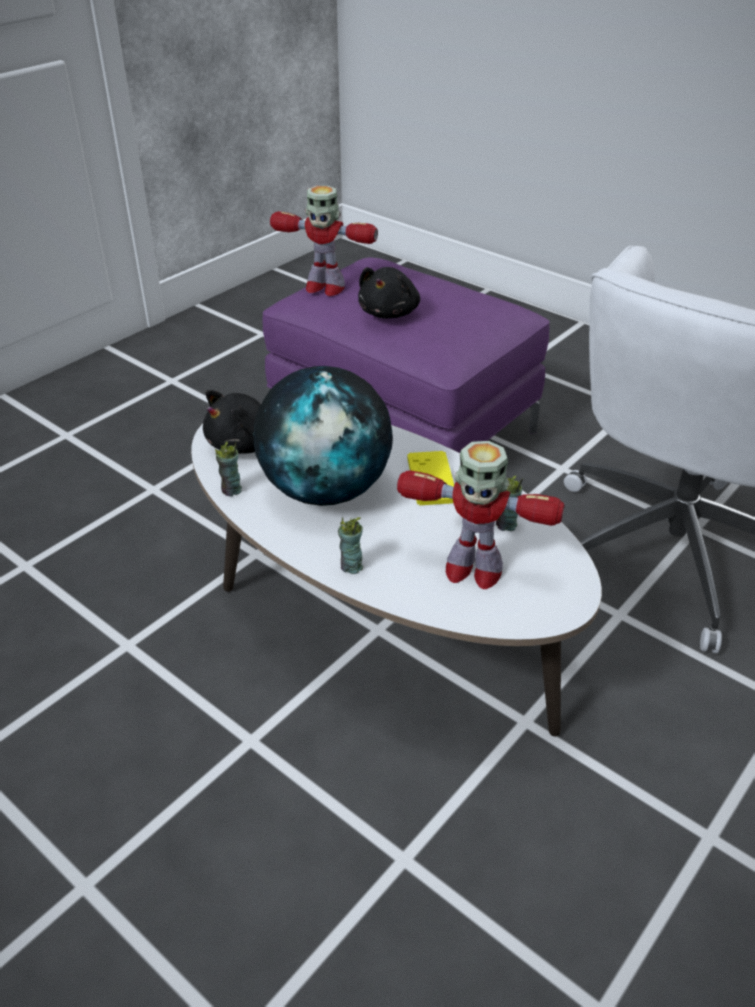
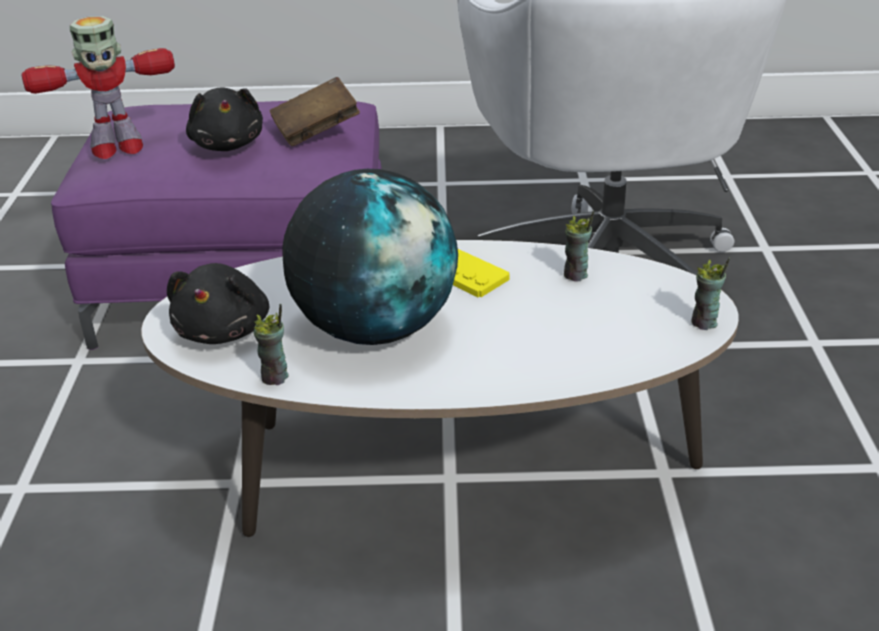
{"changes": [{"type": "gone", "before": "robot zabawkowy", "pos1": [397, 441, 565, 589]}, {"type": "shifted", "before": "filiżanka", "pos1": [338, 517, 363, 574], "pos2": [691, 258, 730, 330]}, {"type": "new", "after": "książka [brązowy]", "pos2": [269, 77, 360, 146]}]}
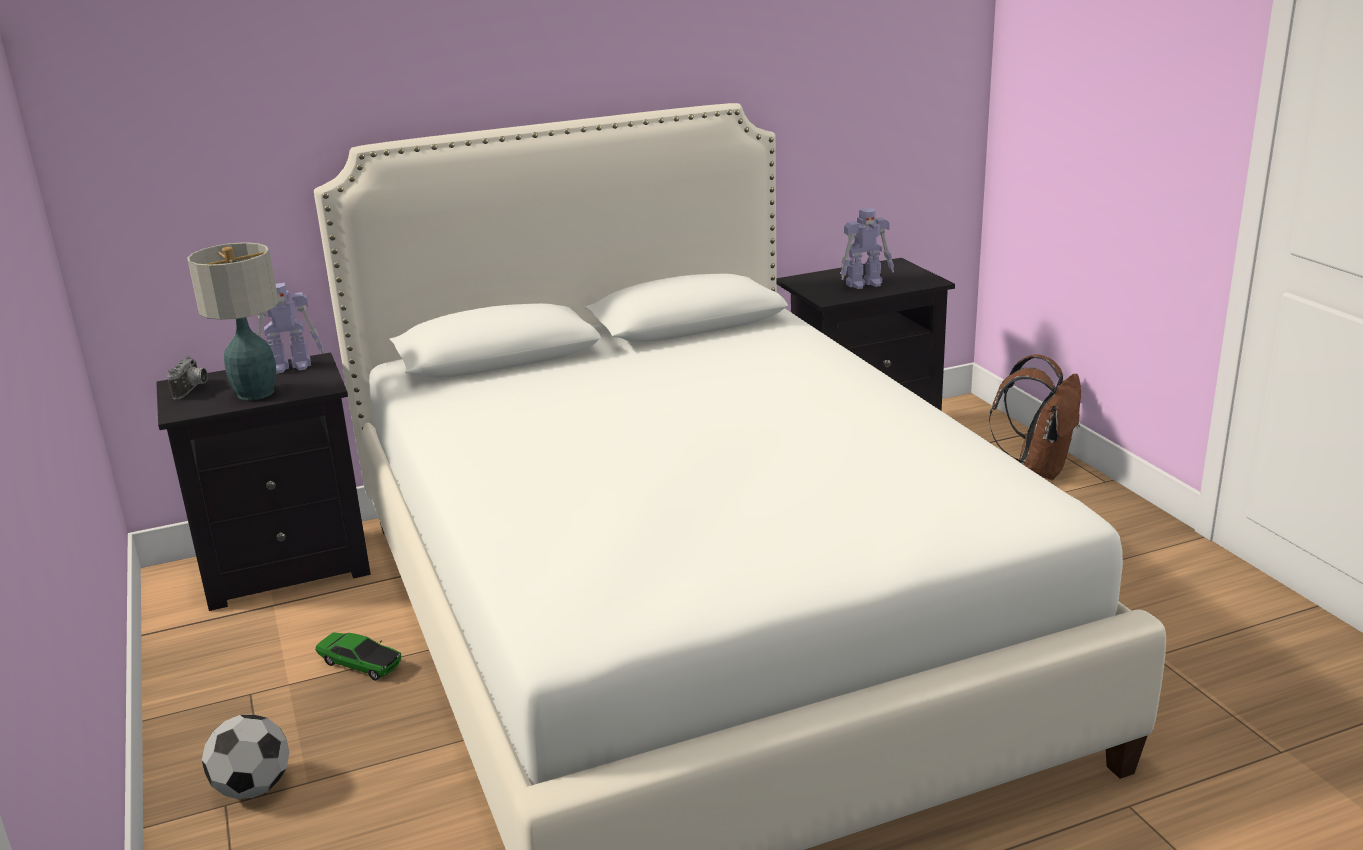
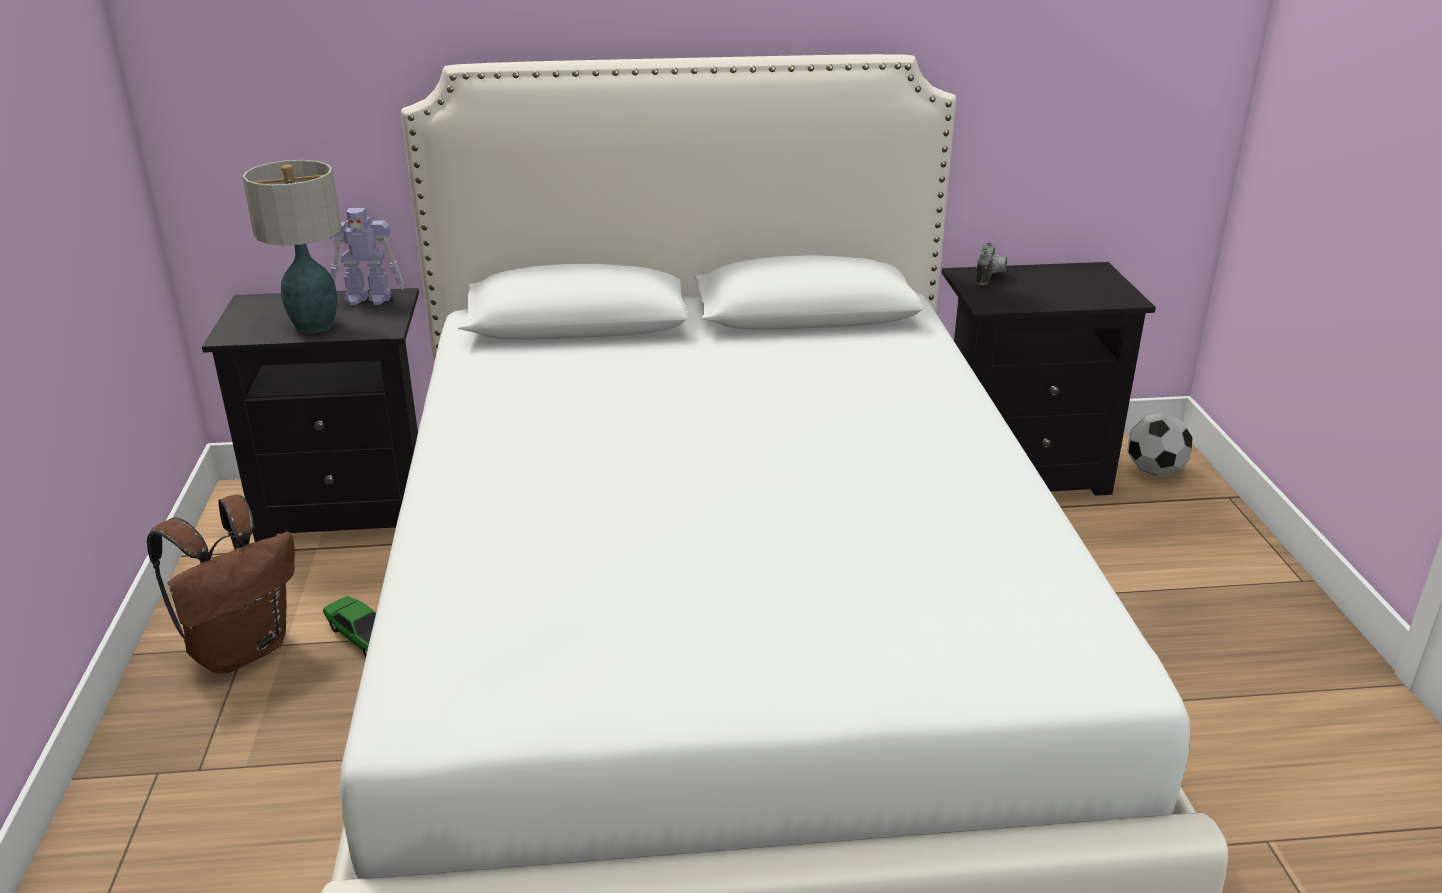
{"changes": [{"type": "gone", "before": "robot zabawkowy", "pos1": [841, 208, 894, 289]}, {"type": "shifted", "before": "plecak [brązowy]", "pos1": [989, 354, 1081, 480], "pos2": [147, 495, 295, 673]}, {"type": "shifted", "before": "aparat fotograficzny", "pos1": [167, 356, 208, 399], "pos2": [976, 243, 1007, 285]}, {"type": "shifted", "before": "piłka futbolowa", "pos1": [202, 715, 289, 799], "pos2": [1127, 413, 1193, 476]}]}
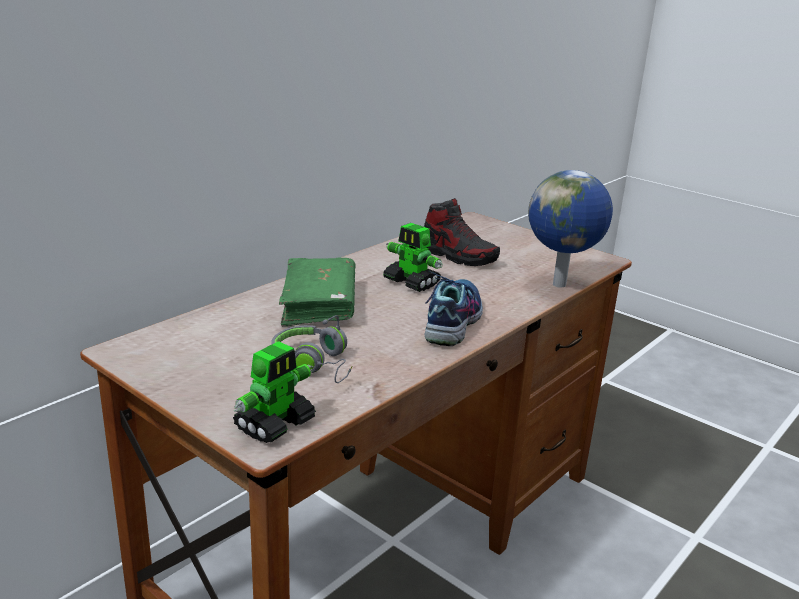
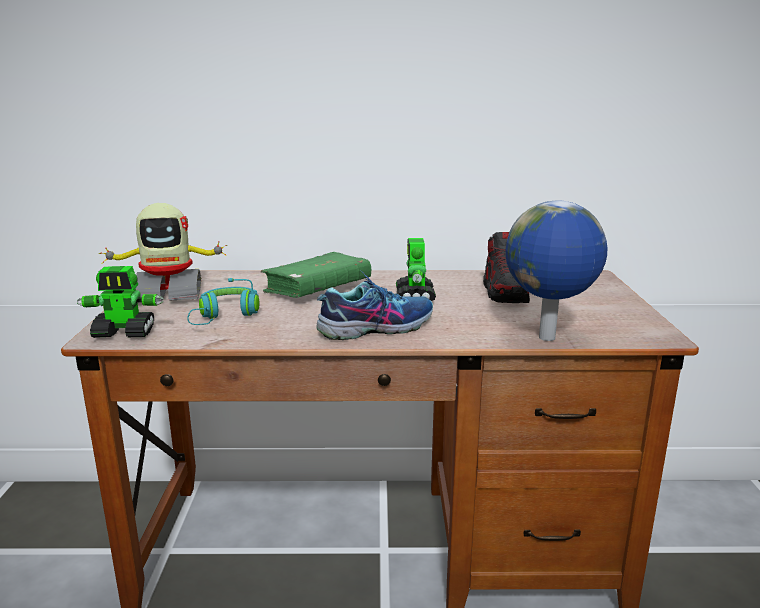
{"changes": [{"type": "repainted", "before": "słuchawki [szary]", "after": "słuchawki [turkusowy]", "pos1": [271, 315, 352, 383], "pos2": [187, 278, 259, 325]}, {"type": "new", "after": "robot zabawkowy", "pos2": [98, 203, 227, 303]}]}
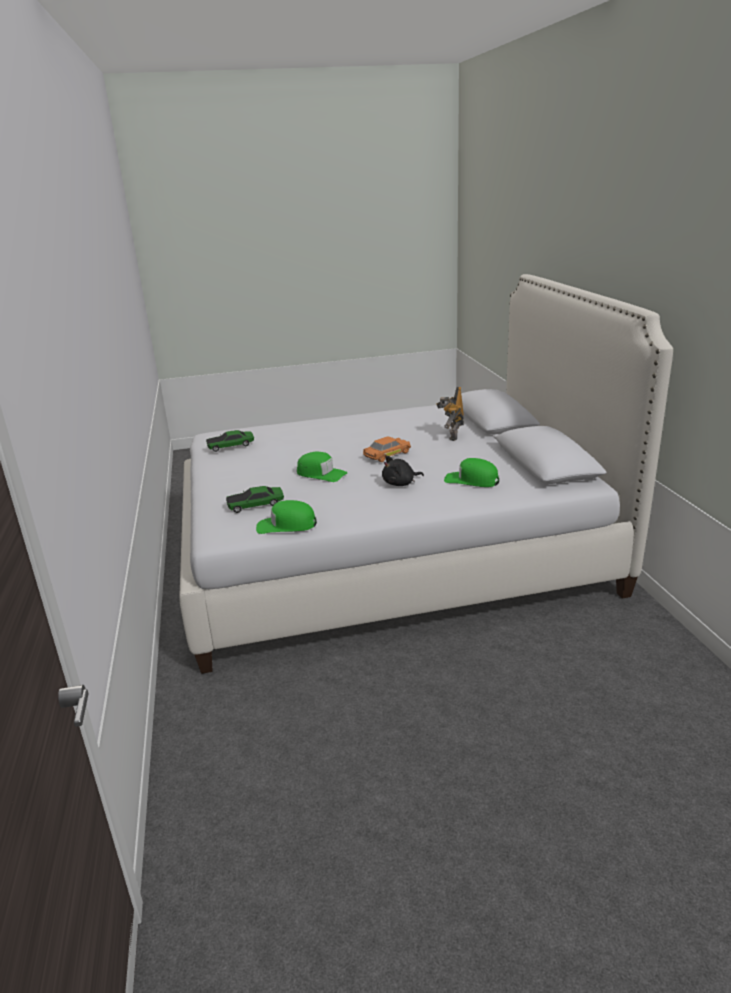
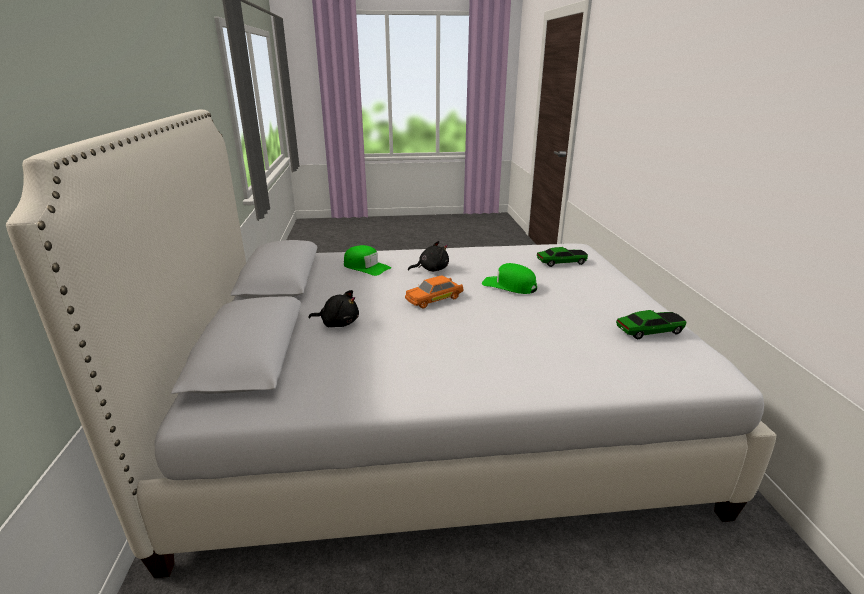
{"changes": [{"type": "swapped", "before": "robot zabawkowy", "after": "pluszak [czarny]", "pos1": [436, 387, 464, 441], "pos2": [309, 290, 359, 327]}, {"type": "gone", "before": "czapka z daszkiem [zielony]", "pos1": [256, 500, 317, 534]}]}
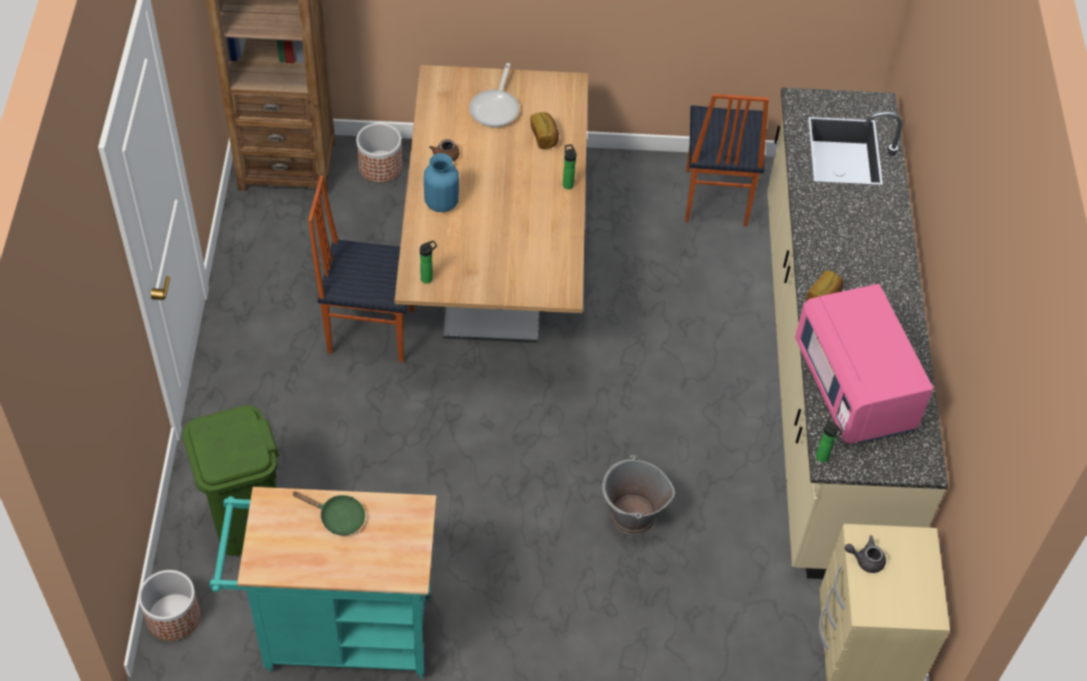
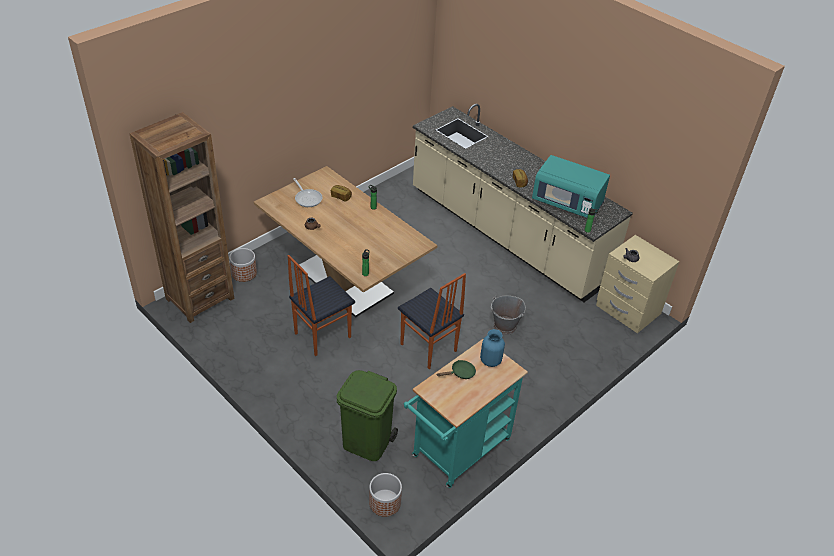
{"changes": [{"type": "shifted", "before": "krzesło", "pos1": [685, 94, 769, 227], "pos2": [398, 273, 466, 369]}, {"type": "shifted", "before": "wazon [niebieski]", "pos1": [424, 153, 459, 212], "pos2": [480, 329, 505, 367]}, {"type": "repainted", "before": "mikrofalówka [różowy]", "after": "mikrofalówka [turkusowy]", "pos1": [795, 284, 933, 444], "pos2": [532, 155, 610, 218]}]}
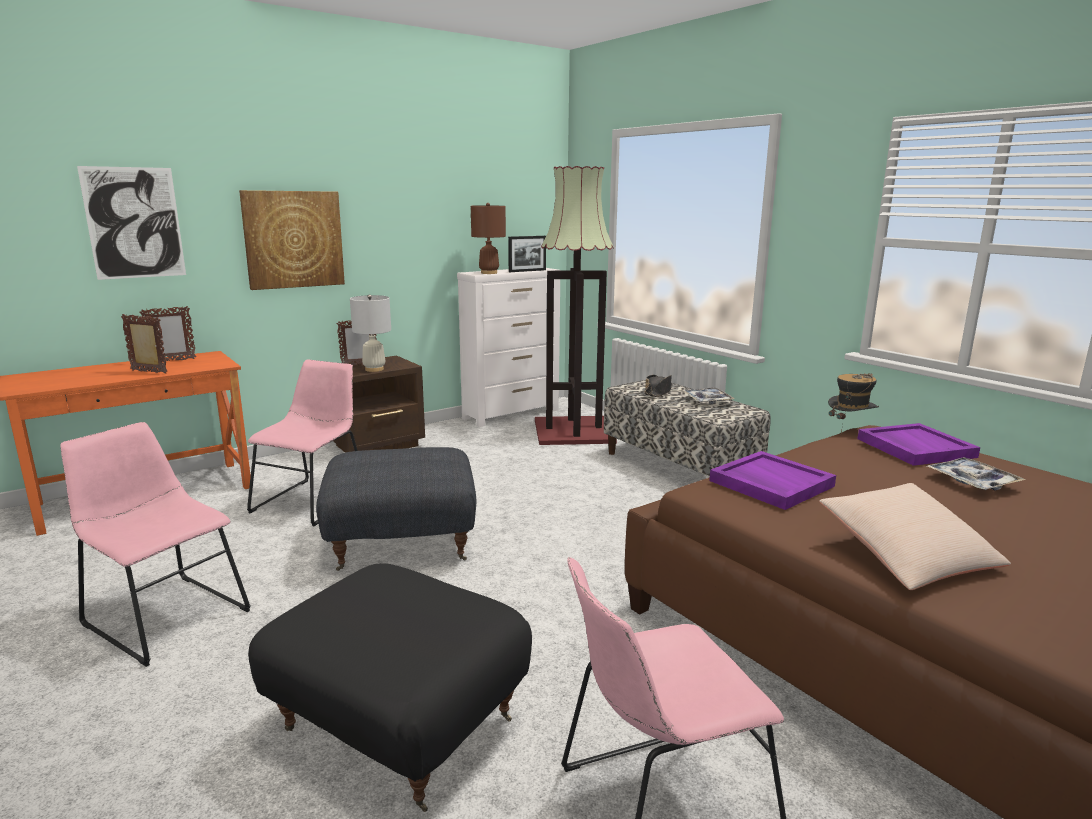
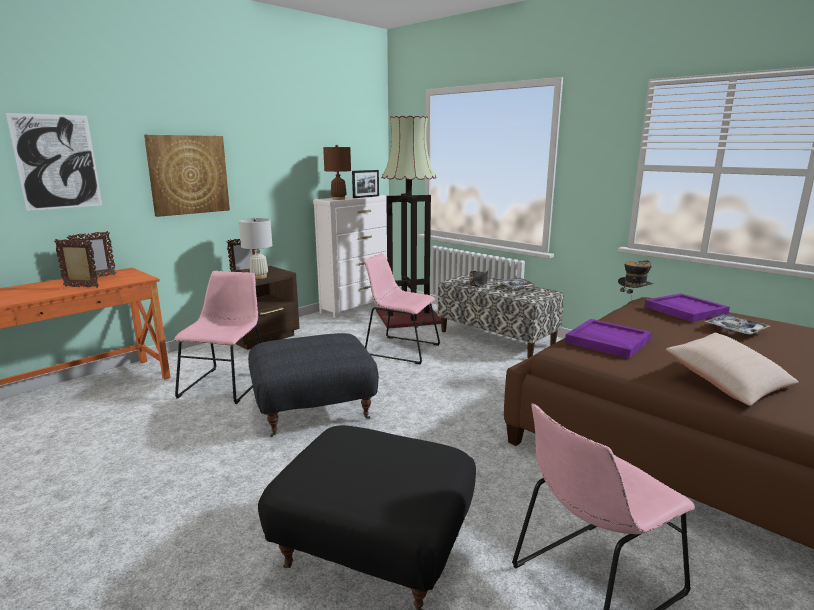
{"changes": [{"type": "shifted", "before": "krzesło [różowy]", "pos1": [60, 422, 251, 667], "pos2": [364, 253, 440, 365]}]}
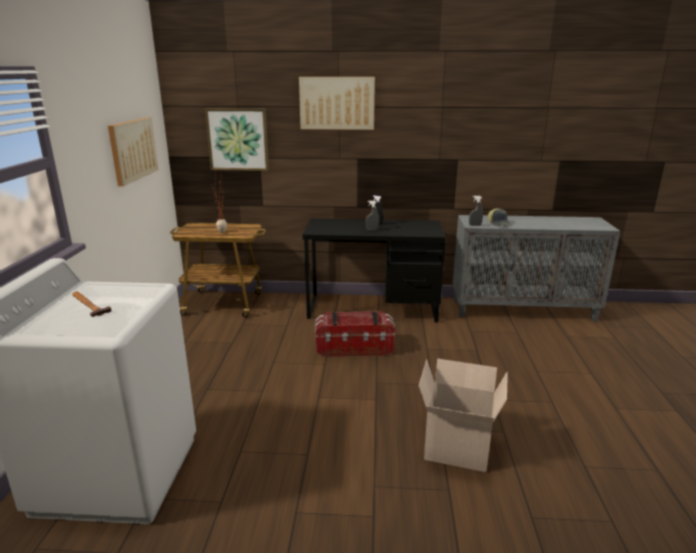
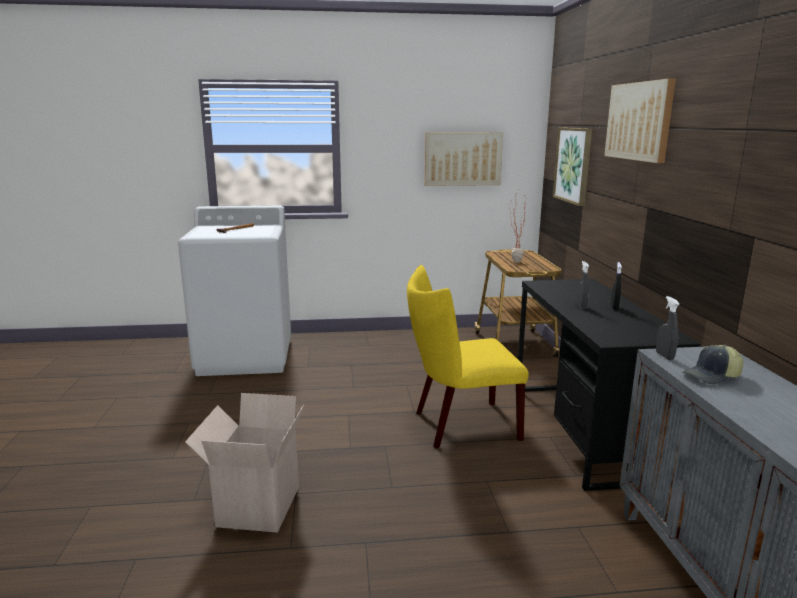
{"changes": [{"type": "swapped", "before": "pojemnik do przechowywania", "after": "krzesło [żółty]", "pos1": [315, 311, 395, 357], "pos2": [407, 265, 529, 448]}]}
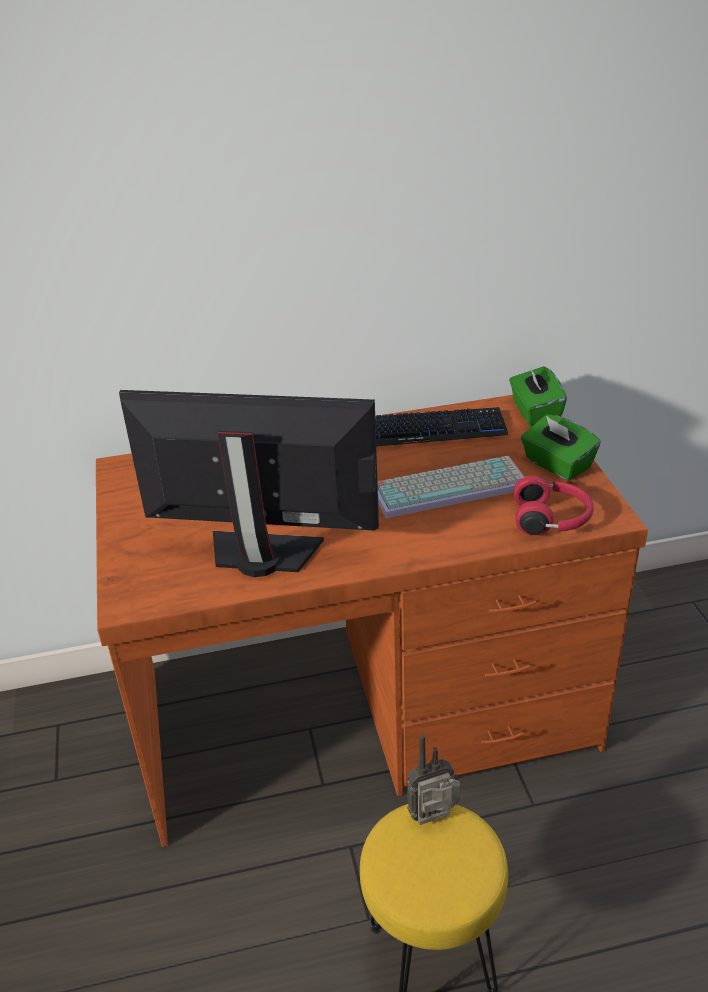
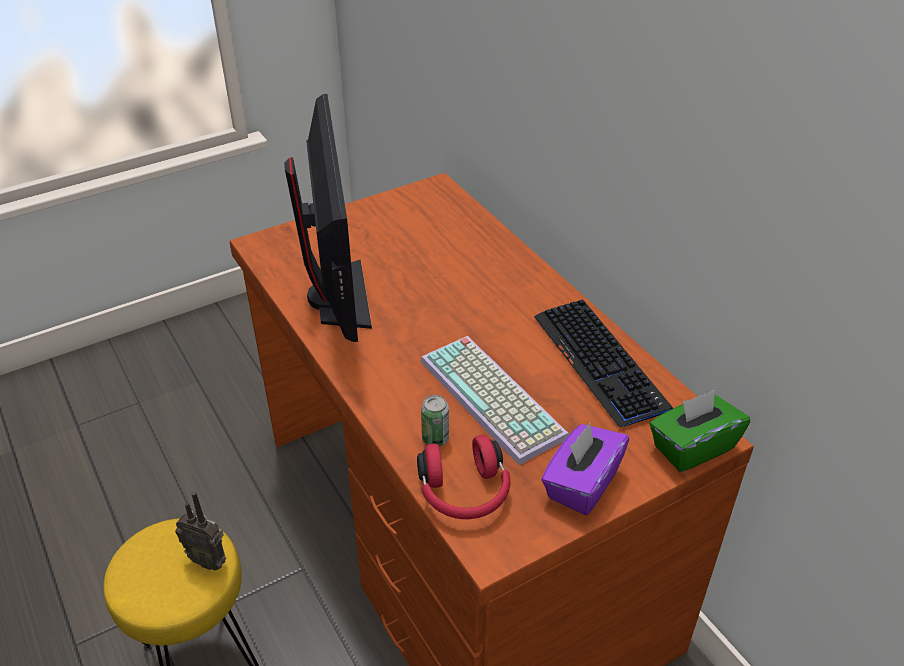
{"changes": [{"type": "repainted", "before": "pudełko chusteczek [zielony]", "after": "pudełko chusteczek [fioletowy]", "pos1": [521, 414, 601, 481], "pos2": [541, 423, 629, 515]}, {"type": "rotated", "before": "radio", "pos1": [407, 735, 460, 825], "pos2": [175, 491, 226, 570], "turn": 150}, {"type": "new", "after": "puszka", "pos2": [421, 395, 449, 446]}]}
